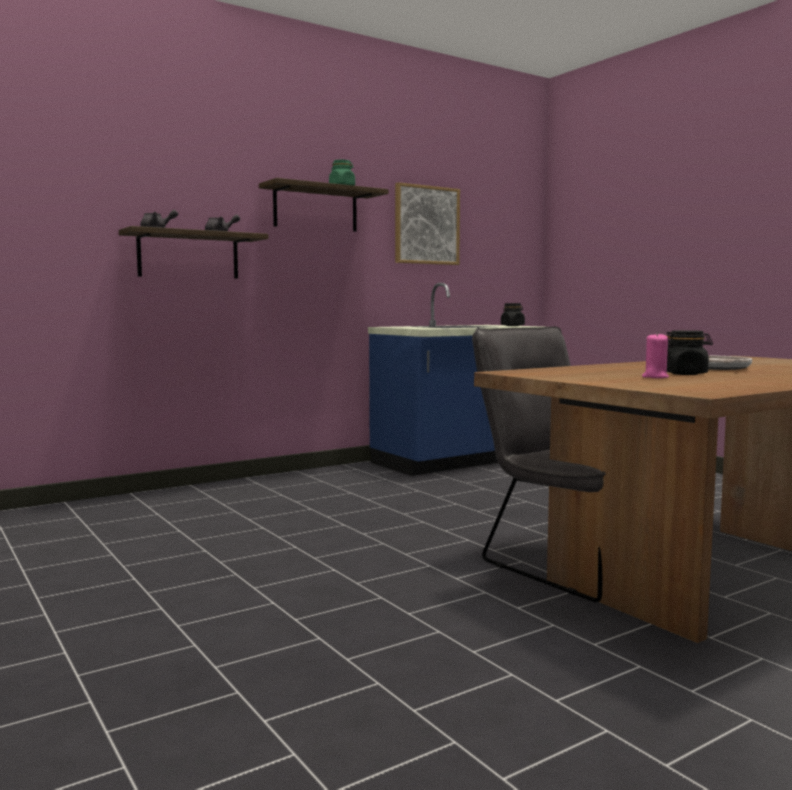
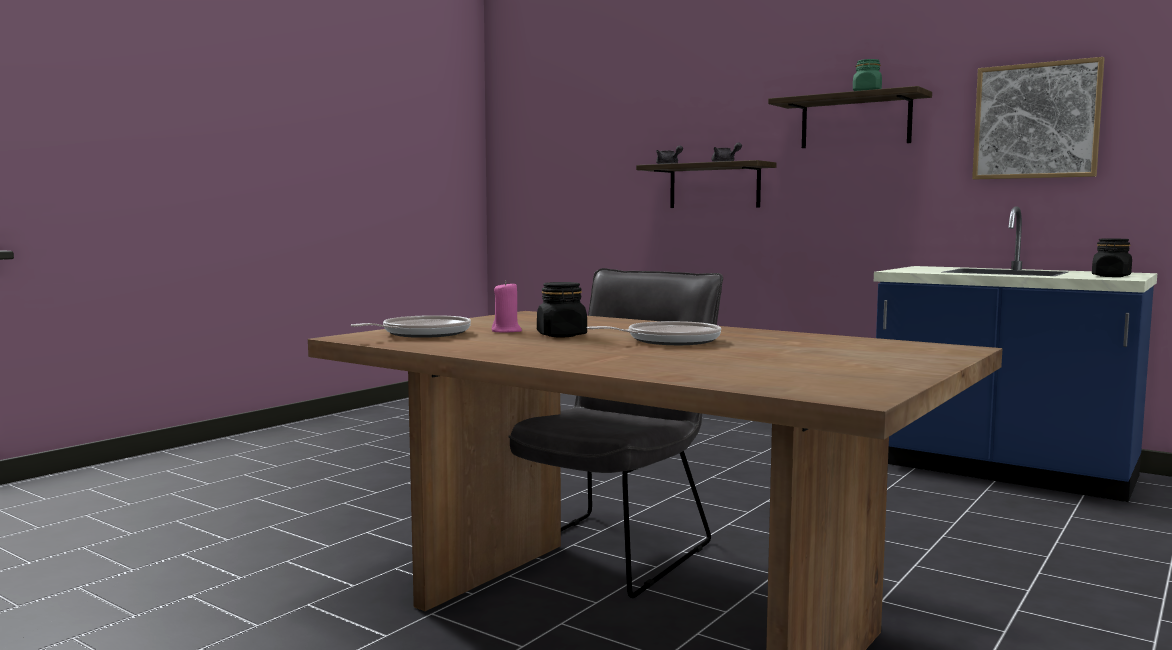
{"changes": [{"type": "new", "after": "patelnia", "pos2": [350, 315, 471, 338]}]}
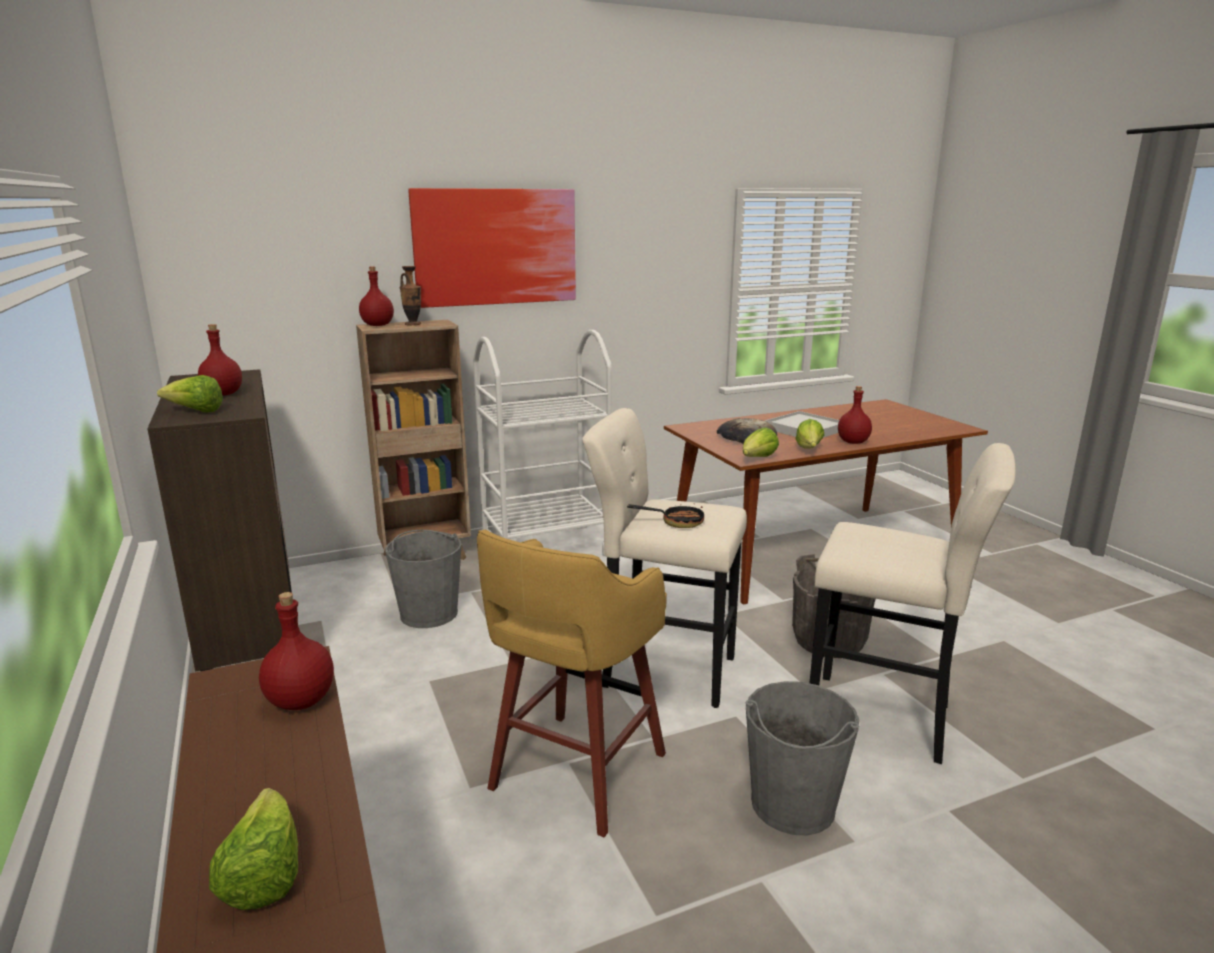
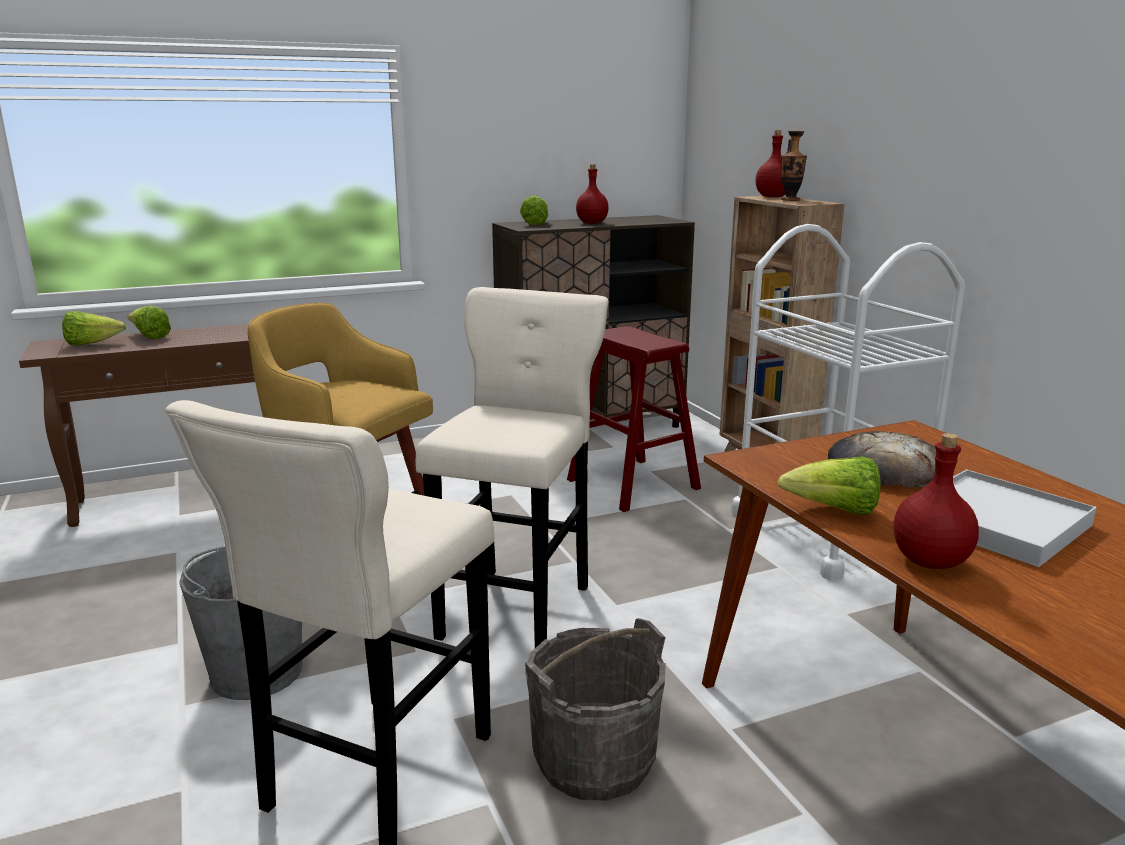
{"changes": [{"type": "gone", "before": "obraz", "pos1": [408, 188, 576, 308]}, {"type": "shifted", "before": "sałata", "pos1": [743, 427, 779, 457], "pos2": [128, 306, 171, 339]}, {"type": "gone", "before": "patelnia", "pos1": [627, 504, 704, 528]}, {"type": "swapped", "before": "wiadro [szary]", "after": "stołek [czerwony]", "pos1": [385, 530, 462, 628], "pos2": [567, 326, 701, 512]}, {"type": "gone", "before": "butelka [czerwony]", "pos1": [259, 592, 334, 710]}]}
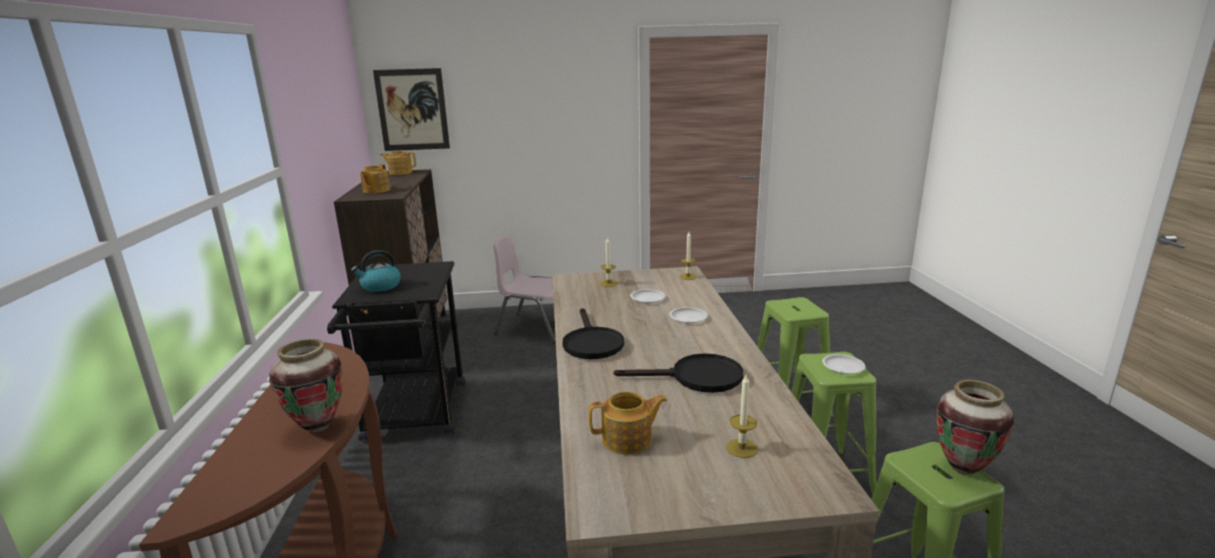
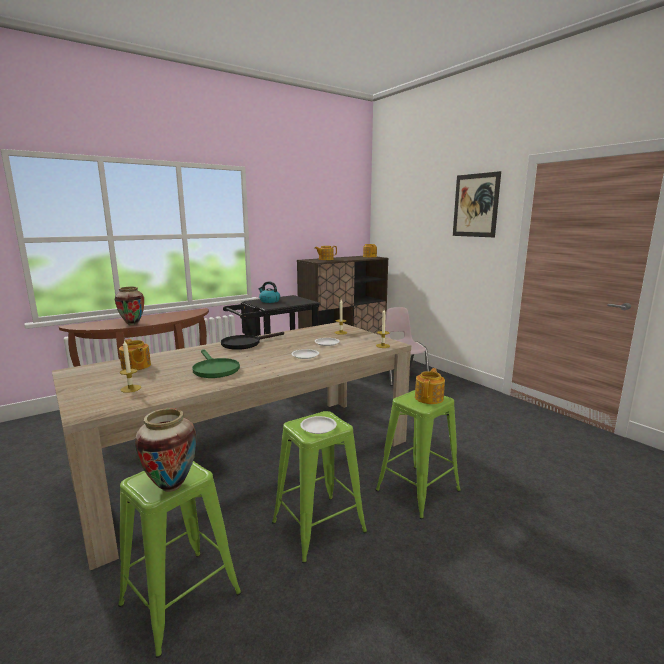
{"changes": [{"type": "shifted", "before": "obraz", "pos1": [373, 68, 450, 151], "pos2": [453, 171, 501, 237]}, {"type": "repainted", "before": "patelnia [czarny]", "after": "patelnia [zielony]", "pos1": [614, 353, 743, 393], "pos2": [192, 349, 240, 378]}, {"type": "new", "after": "imbryk", "pos2": [415, 368, 445, 404]}]}
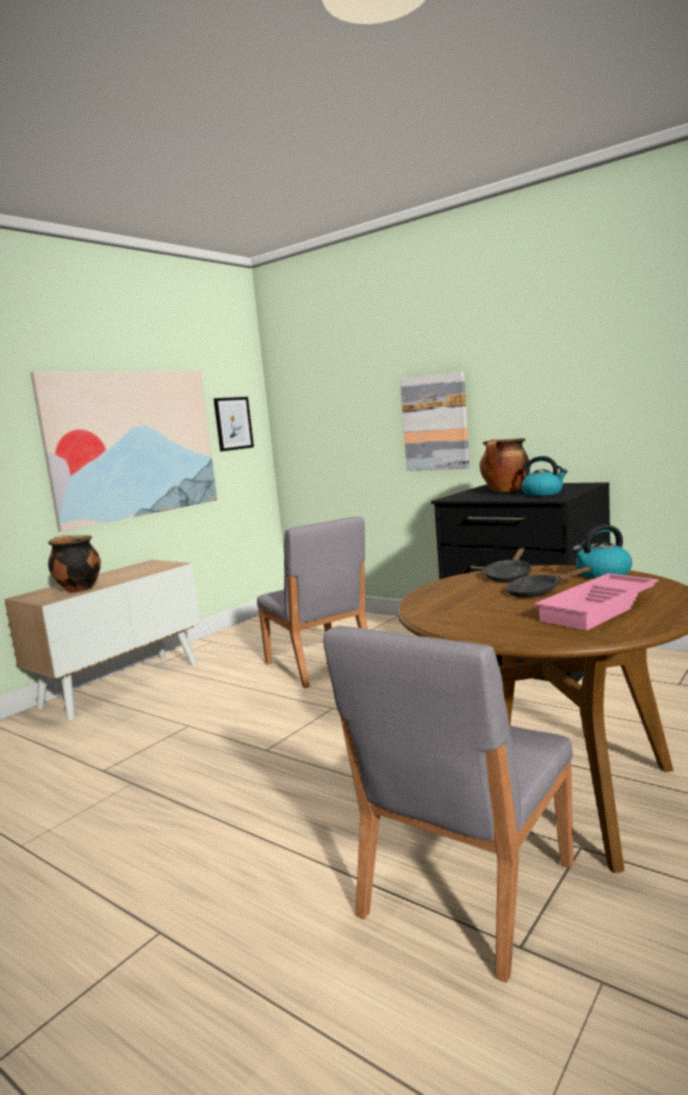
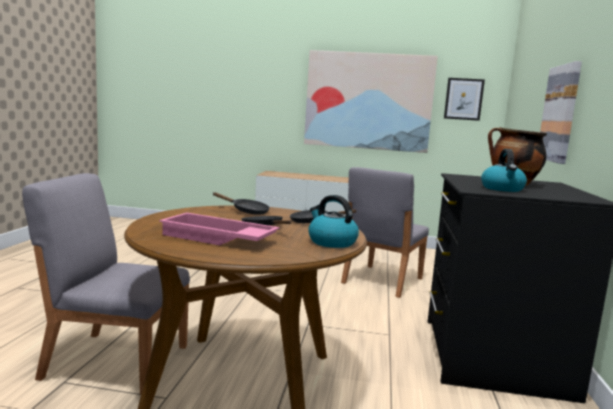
{"changes": [{"type": "gone", "before": "garnek", "pos1": [48, 535, 101, 592]}, {"type": "new", "after": "patelnia [czarny]", "pos2": [213, 192, 270, 215]}]}
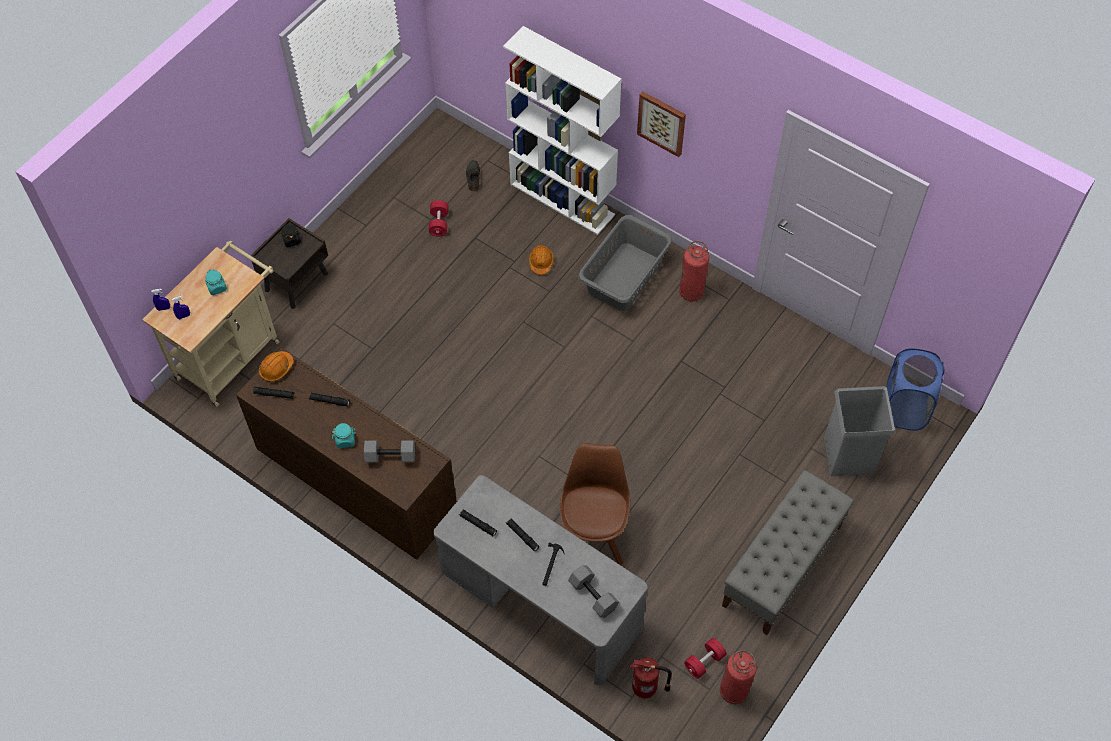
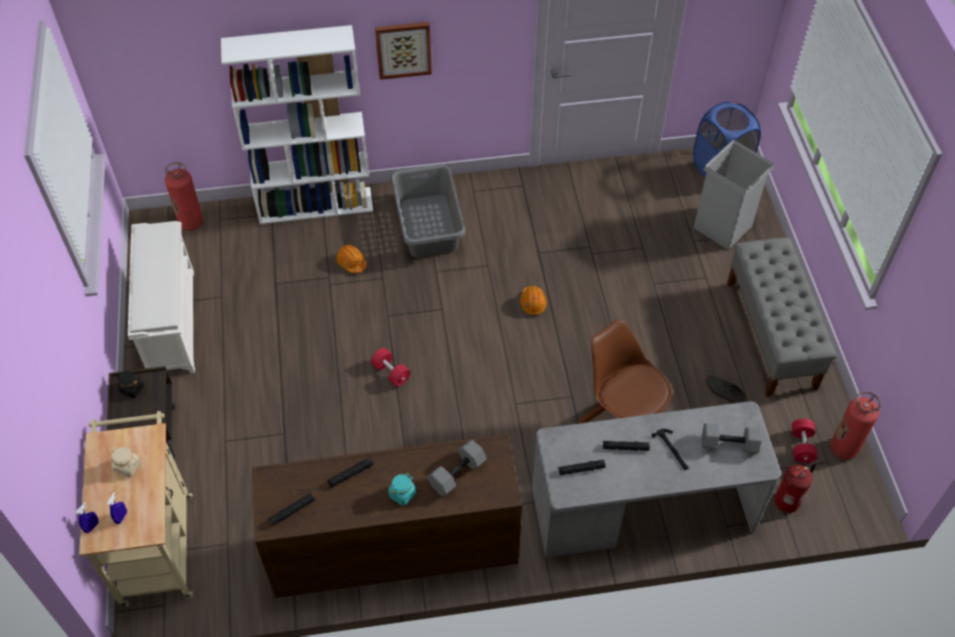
{"changes": [{"type": "shifted", "before": "but [szary]", "pos1": [466, 160, 480, 191], "pos2": [706, 376, 745, 404]}, {"type": "shifted", "before": "hantel [czerwony]", "pos1": [428, 200, 449, 237], "pos2": [371, 348, 411, 387]}, {"type": "shifted", "before": "gaśnica", "pos1": [679, 241, 709, 301], "pos2": [165, 162, 203, 231]}, {"type": "repainted", "before": "słoik [turkusowy]", "after": "słoik [beżowy]", "pos1": [205, 269, 227, 295], "pos2": [110, 447, 140, 477]}, {"type": "shifted", "before": "kask [pomarańczowy]", "pos1": [259, 351, 294, 382], "pos2": [520, 286, 547, 315]}, {"type": "new", "after": "regał na buty [biały]", "pos2": [128, 221, 195, 374]}]}
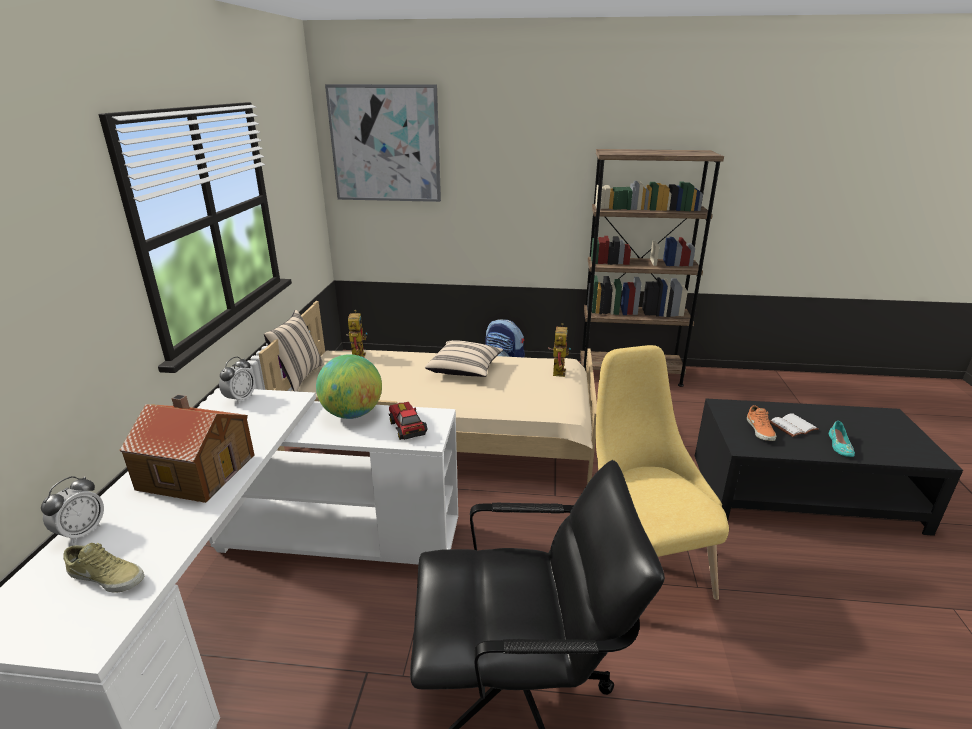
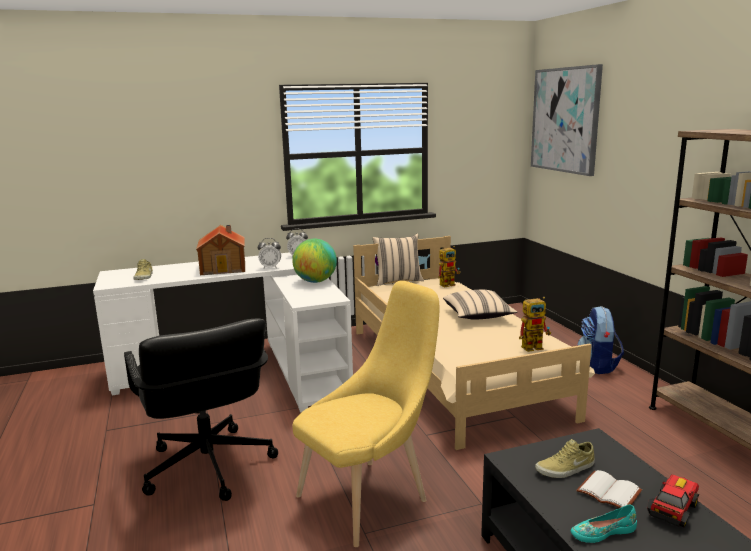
{"changes": [{"type": "shifted", "before": "samochodzik", "pos1": [389, 402, 428, 440], "pos2": [647, 474, 700, 527]}, {"type": "repainted", "before": "but [pomarańczowy]", "after": "but [beżowy]", "pos1": [747, 405, 776, 441], "pos2": [535, 439, 595, 478]}, {"type": "shifted", "before": "budzik", "pos1": [41, 476, 104, 544], "pos2": [258, 238, 281, 269]}]}
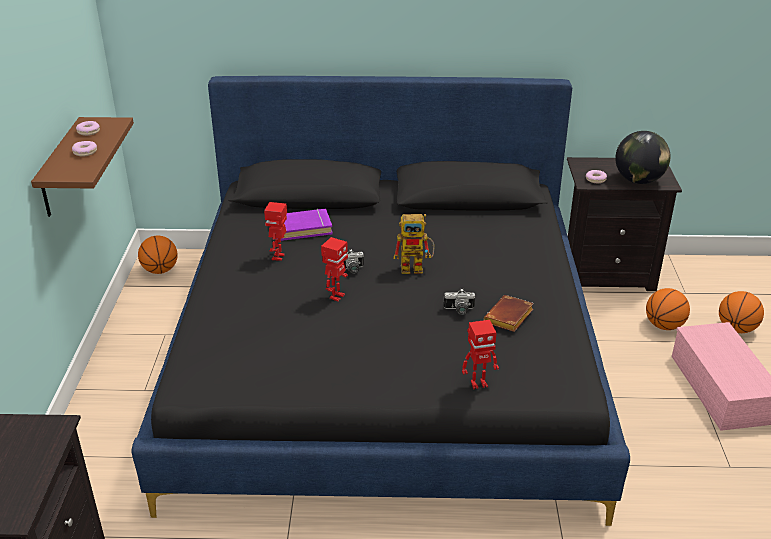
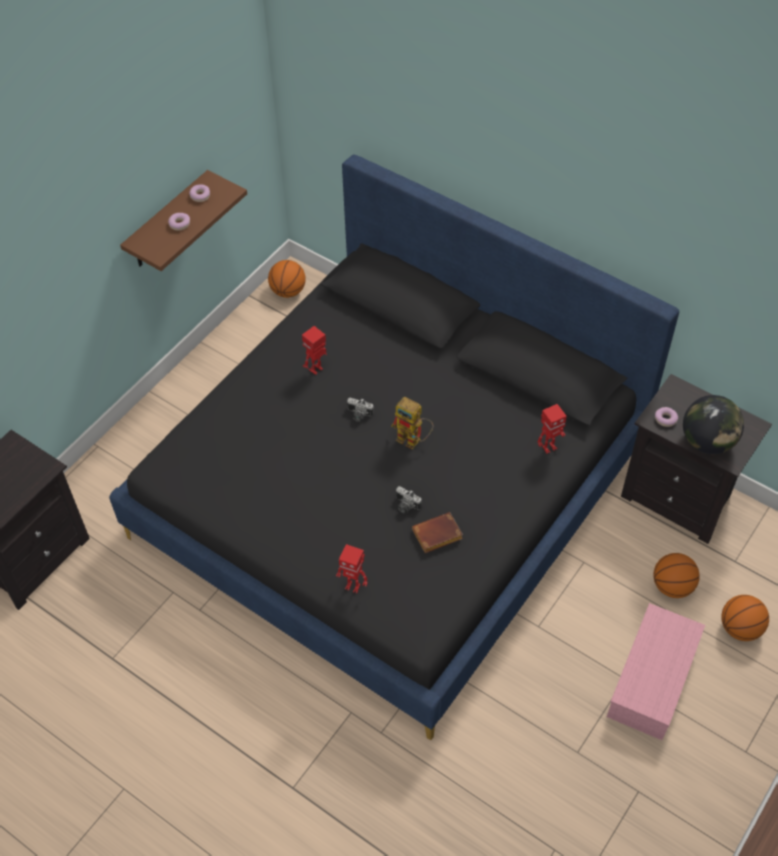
{"changes": [{"type": "gone", "before": "książka [fioletowy]", "pos1": [281, 209, 333, 241]}, {"type": "shifted", "before": "robot zabawkowy", "pos1": [321, 237, 348, 302], "pos2": [538, 404, 567, 454]}]}
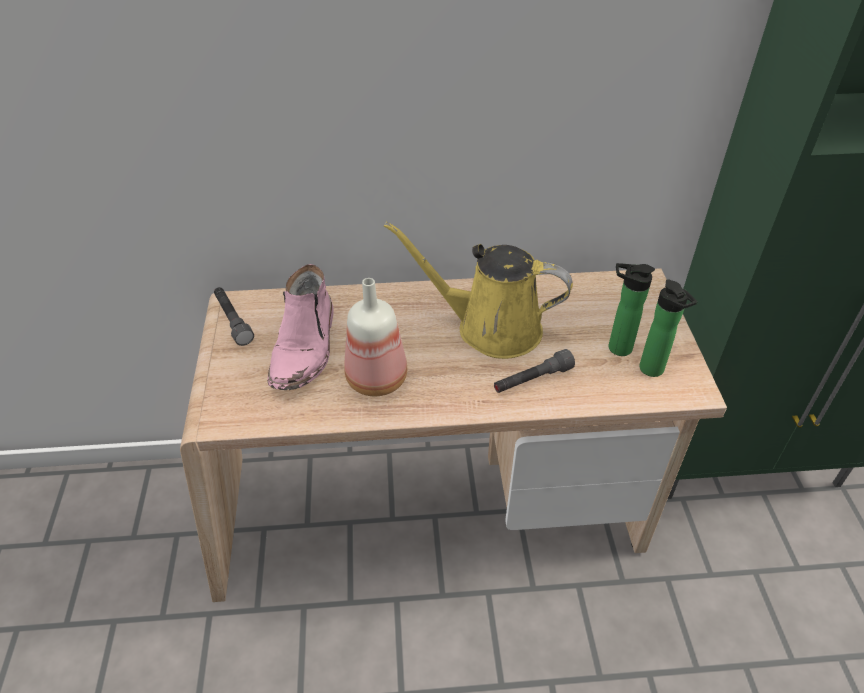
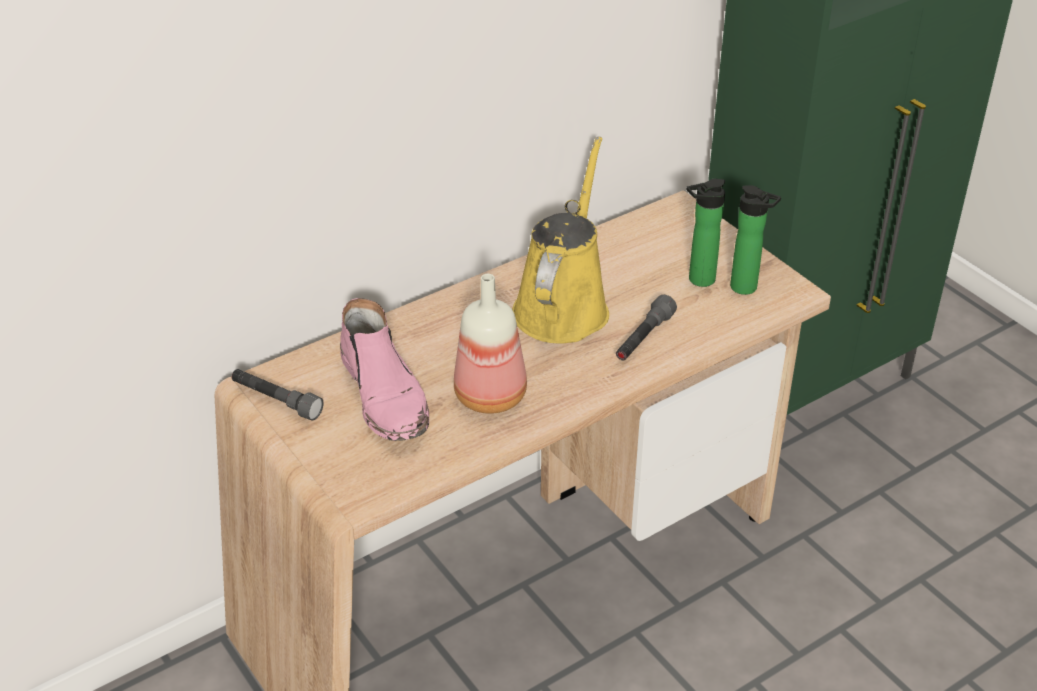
{"changes": [{"type": "rotated", "before": "konewka [żółty]", "pos1": [384, 221, 573, 359], "pos2": [512, 136, 609, 343], "turn": 120}]}
